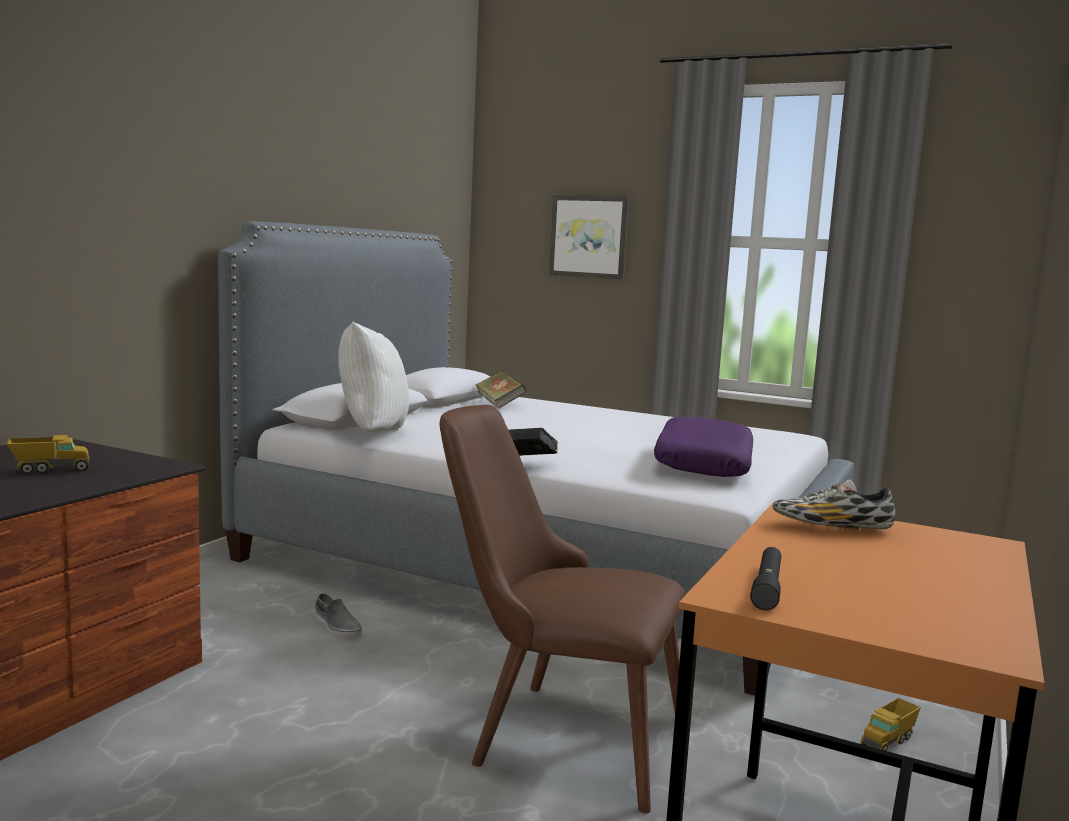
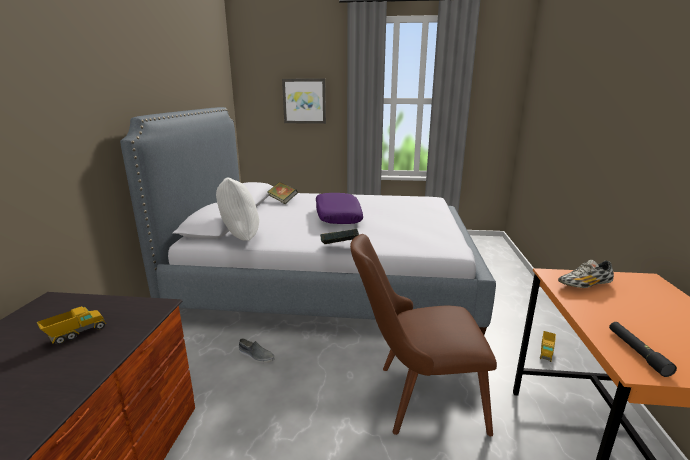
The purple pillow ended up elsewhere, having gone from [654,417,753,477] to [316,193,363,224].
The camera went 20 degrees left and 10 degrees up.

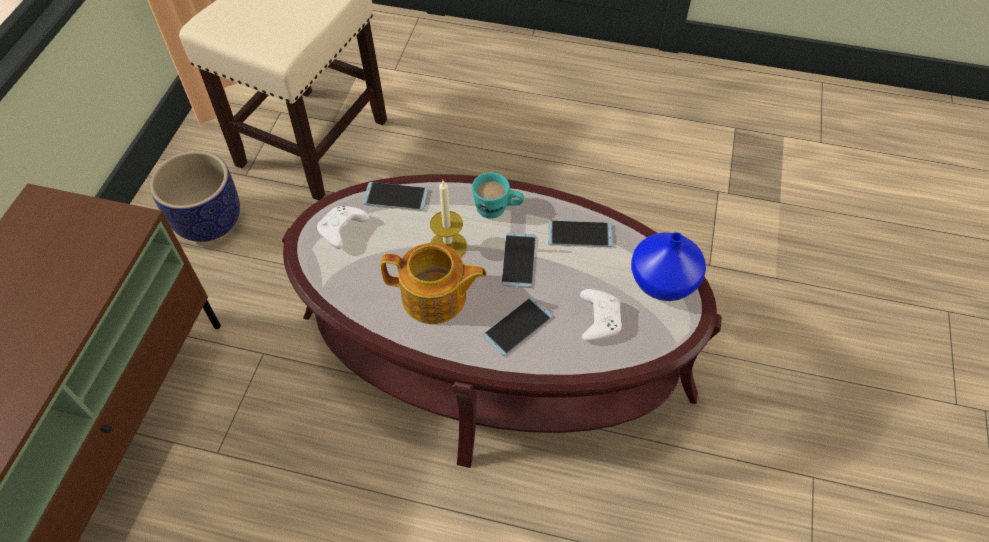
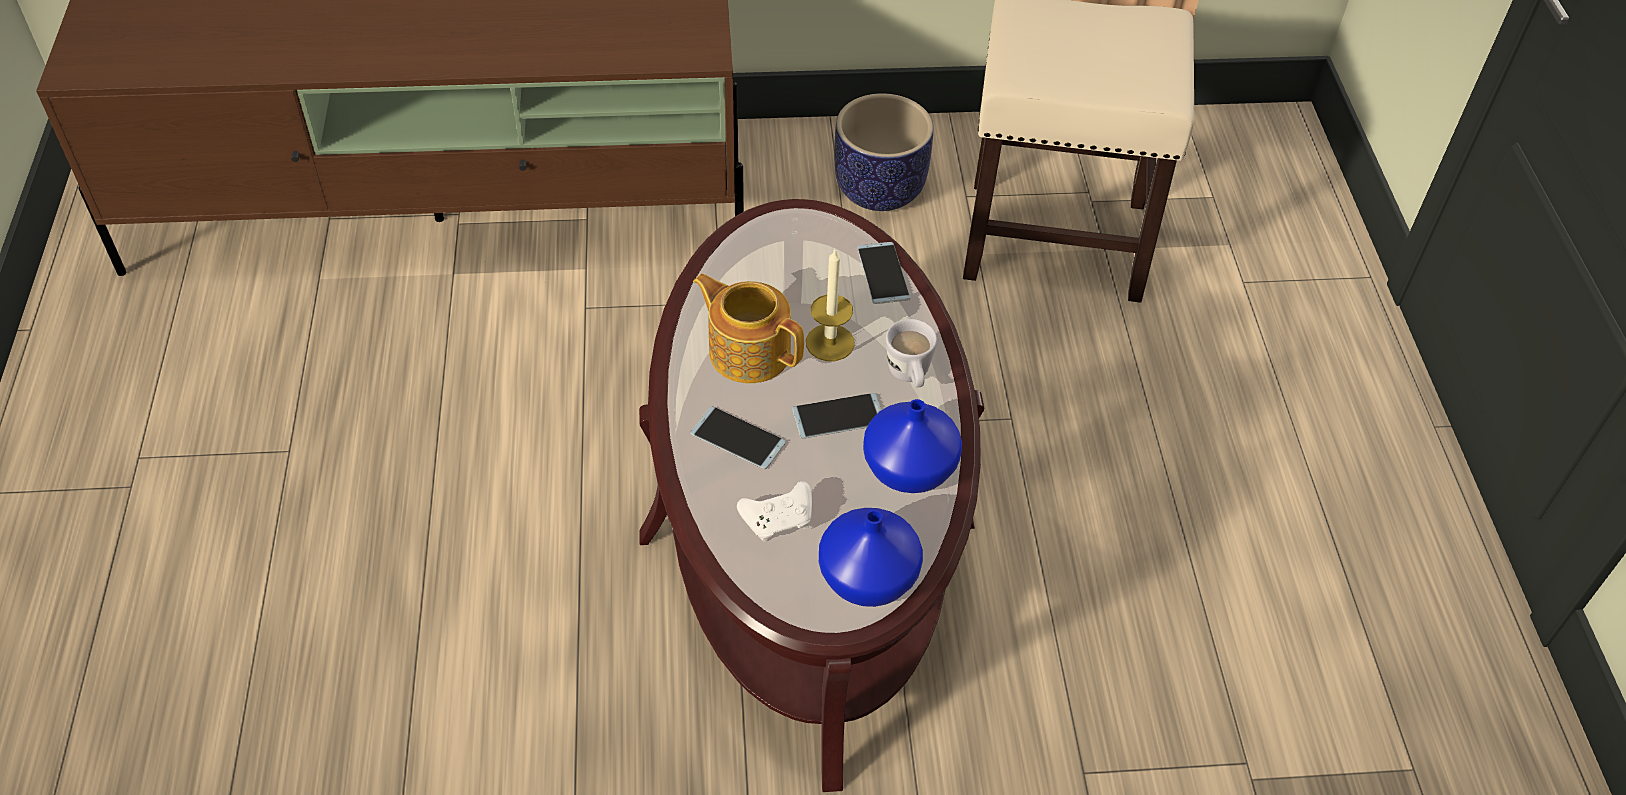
The second view lost the white game controller at [317,206,369,249].
Where the phone stood at [548,221,613,247], the blue vase came to stand at [863,399,962,493].
What was the turquoise mug at [472,172,524,219] turned into the white mug at [886,319,937,388].
The teapot at [381,243,487,324] ended up facing another way, 135 degrees clockwise from before.
The camera went 70 degrees right and 5 degrees down.

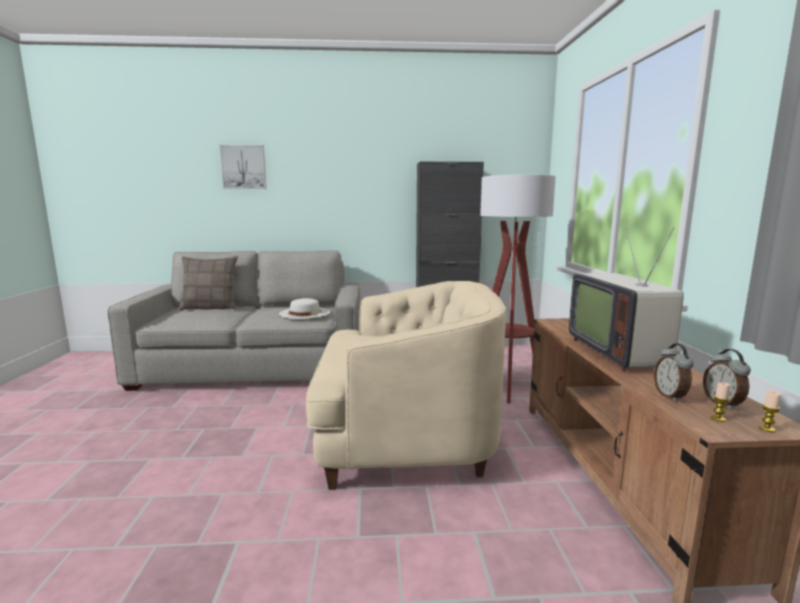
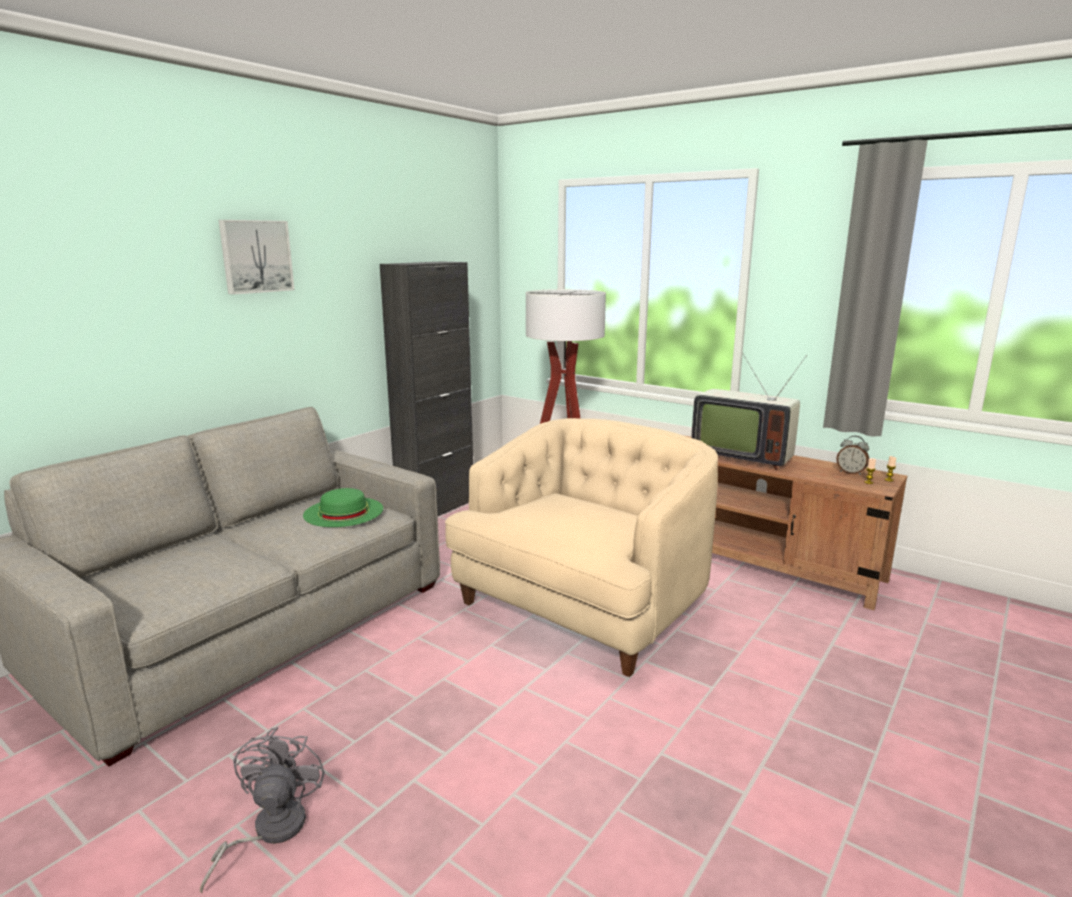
The second view lost the pillow at [179,256,238,310].
The second view lost the alarm clock at [654,343,694,402].
The second view gained the grey fan at [200,727,325,893].
The picture ended up elsewhere, having gone from [219,145,266,189] to [219,220,294,294].
What was the white hat at [279,298,331,319] turned into the green hat at [303,488,383,527].
The camera went 50 degrees left and 5 degrees up.

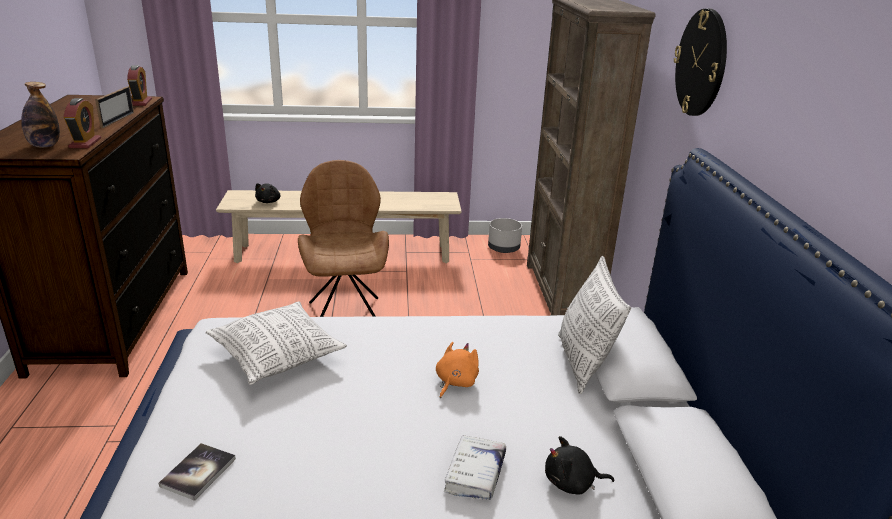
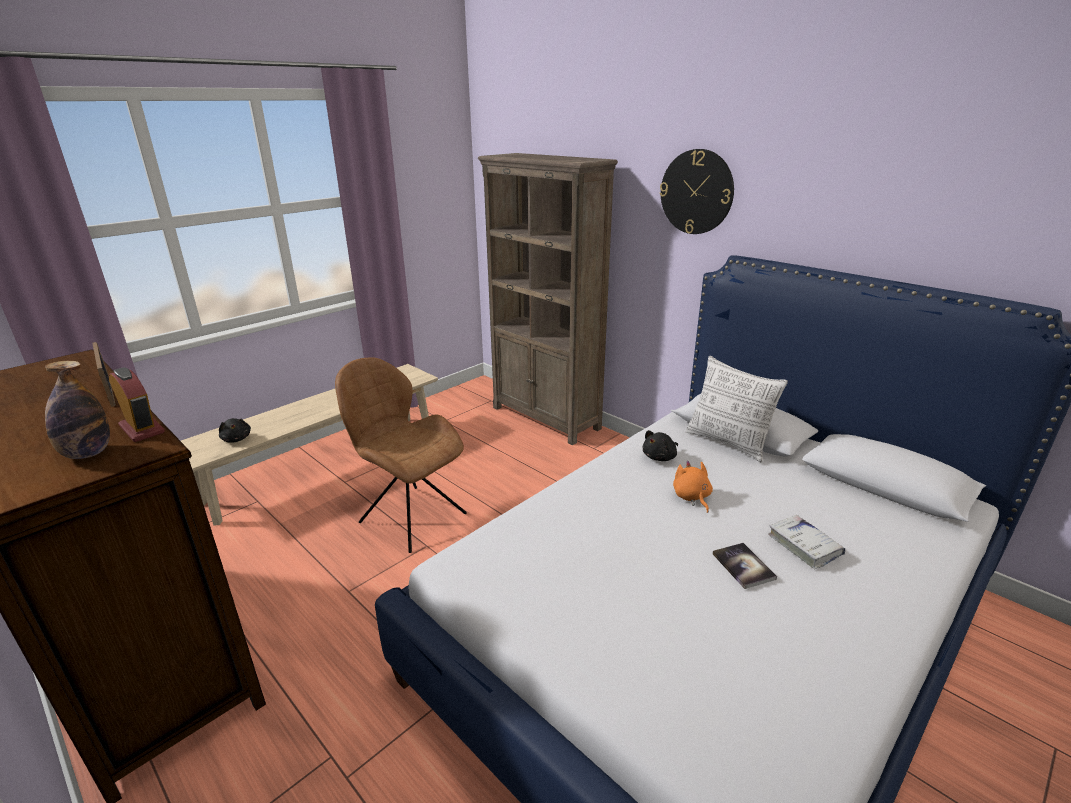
The second view lost the alarm clock at [127,65,152,106].
The second view lost the pillow at [205,301,347,385].
The second view lost the grey planter at [488,218,522,253].
The book ended up elsewhere, having gone from [159,443,236,501] to [713,543,777,589].
The black plush toy ended up elsewhere, having gone from [545,436,614,494] to [643,430,678,461].
The camera went 40 degrees left and 0 degrees up.

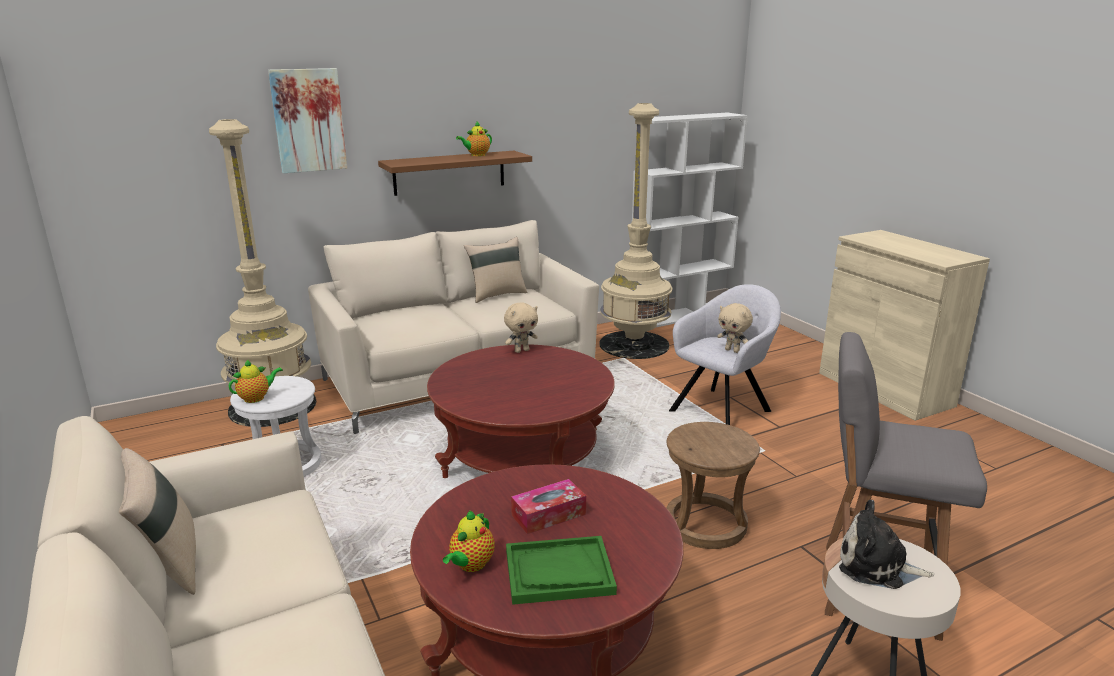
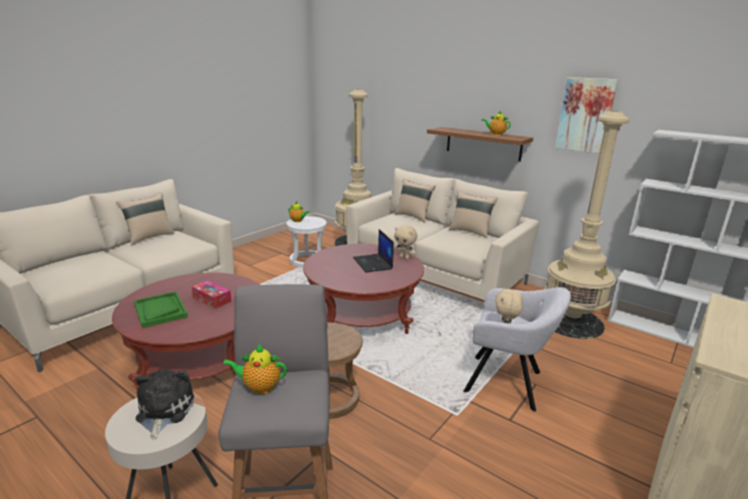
The second view gained the laptop at [353,229,394,272].
The second view gained the beige pillow at [395,178,435,222].
The picture ended up elsewhere, having gone from [268,68,347,174] to [555,77,618,154].
The teapot ended up elsewhere, having gone from [443,511,495,572] to [222,344,287,394].
The camera went 65 degrees right and 0 degrees up.

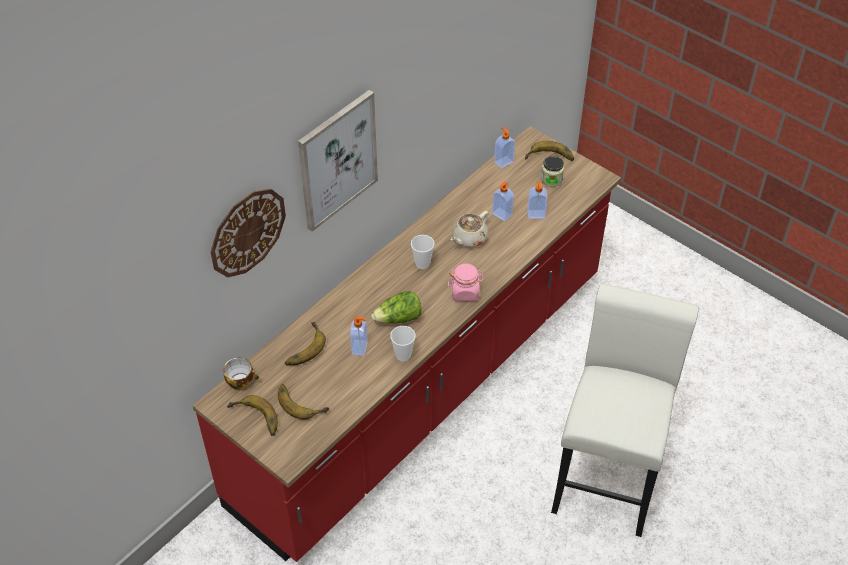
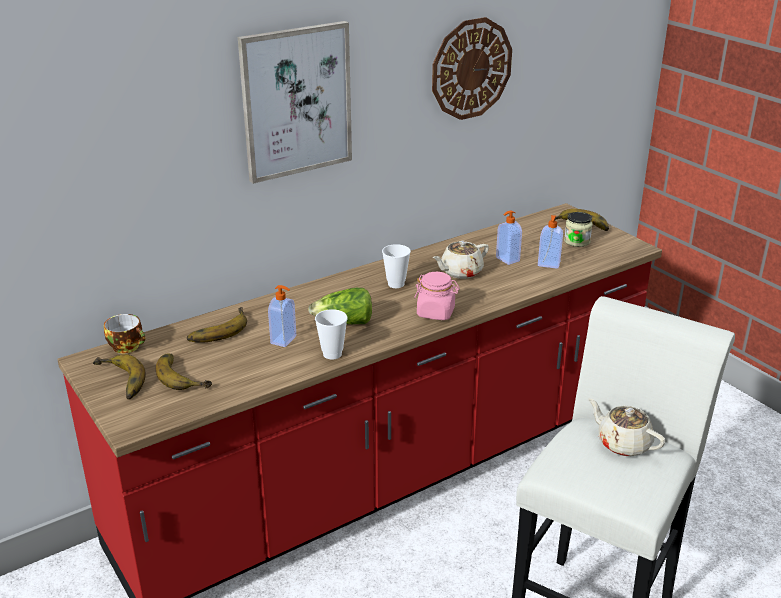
The second view lost the soap dispenser at [494,127,515,168].
The second view gained the beige teapot at [588,398,666,457].
The wall clock ended up elsewhere, having gone from [211,189,286,277] to [432,17,512,120].
The camera went 15 degrees right and 20 degrees down.

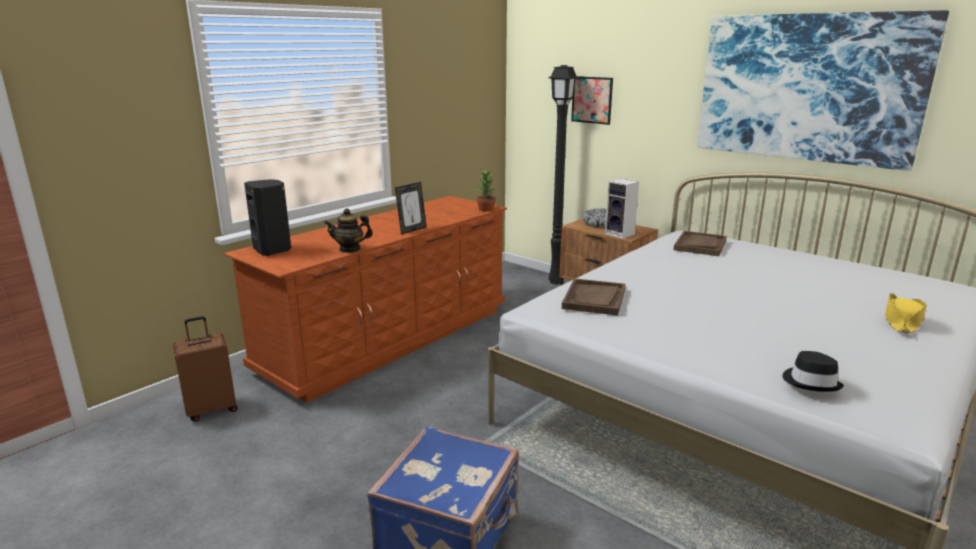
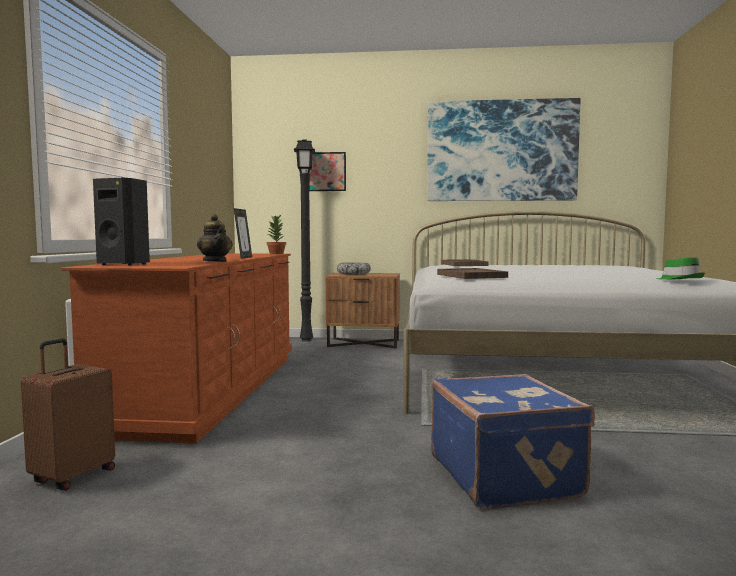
The second view lost the speaker at [605,179,639,239].
The second view lost the yellow hat at [885,293,927,333].
What was the black hat at [783,351,844,392] turned into the green hat at [656,257,705,280].
The teapot at [324,208,373,253] ended up facing another way, 75 degrees counterclockwise from before.
The camera went 35 degrees left and 15 degrees down.

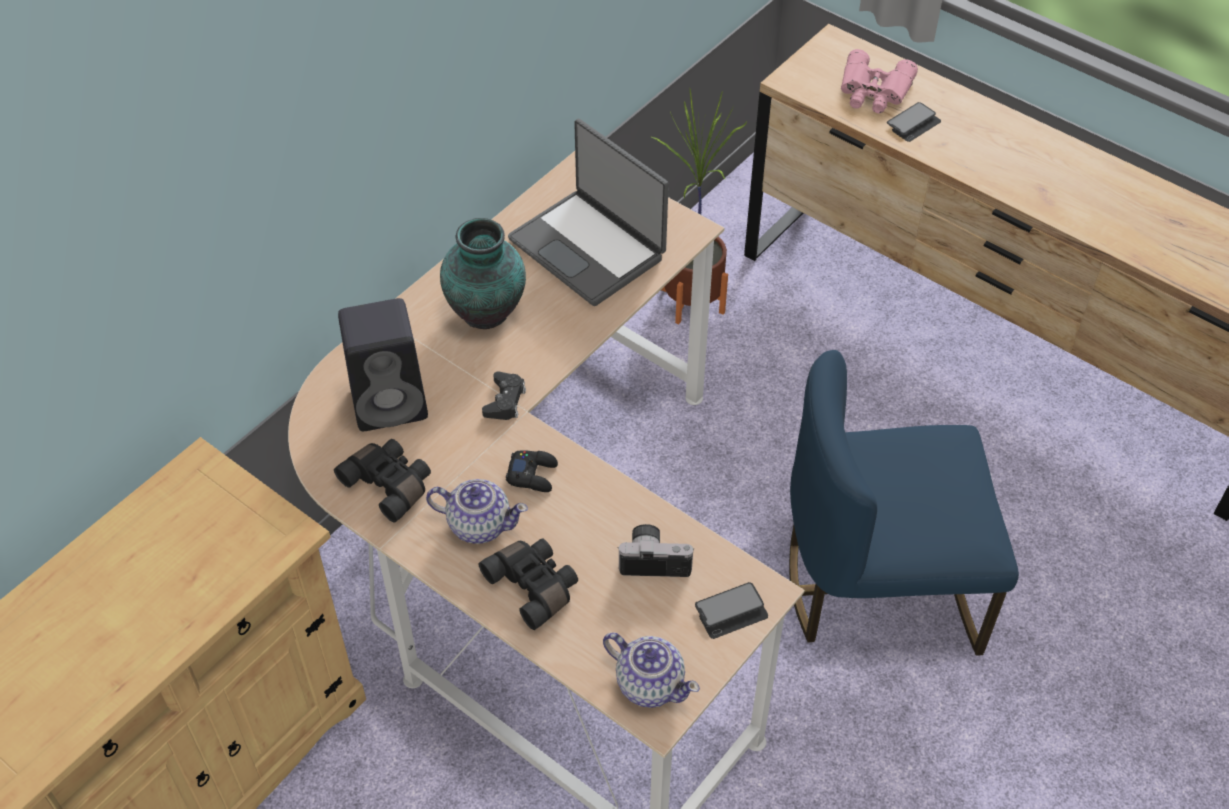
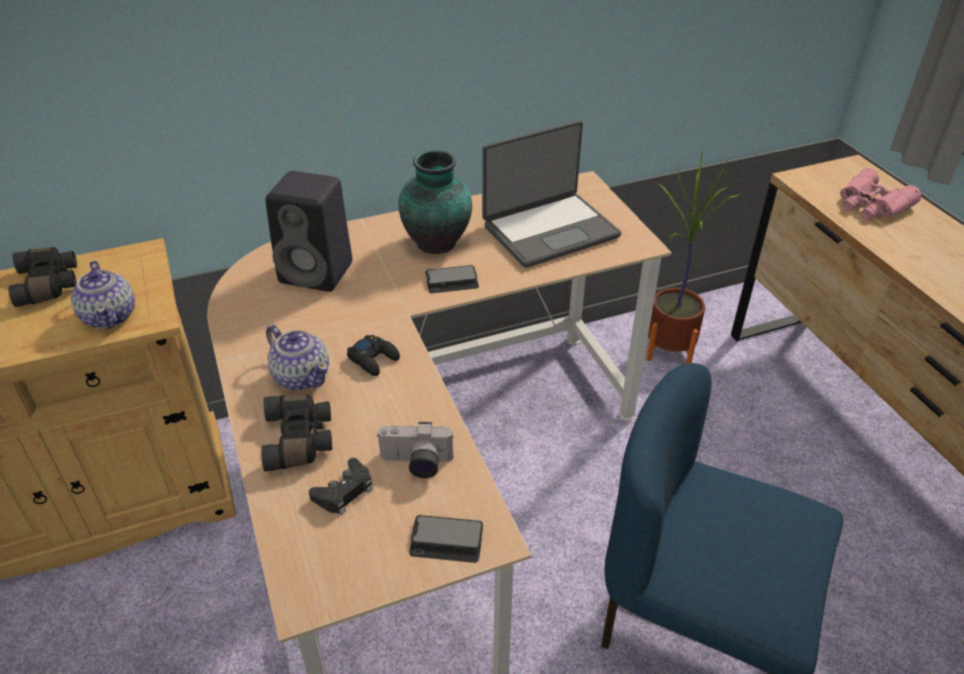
The black binoculars ended up elsewhere, having gone from [334,439,431,522] to [8,247,77,307].
The black game controller ended up elsewhere, having gone from [482,371,526,420] to [309,458,373,515].
The teapot ended up elsewhere, having gone from [603,633,700,708] to [71,261,135,329].
The phone ended up elsewhere, having gone from [887,102,941,142] to [425,265,479,293].
The laptop at [508,119,669,306] ended up facing another way, 105 degrees counterclockwise from before.
The photo camera at [617,524,694,577] ended up facing another way, 150 degrees clockwise from before.
The camera went 30 degrees right and 10 degrees down.

